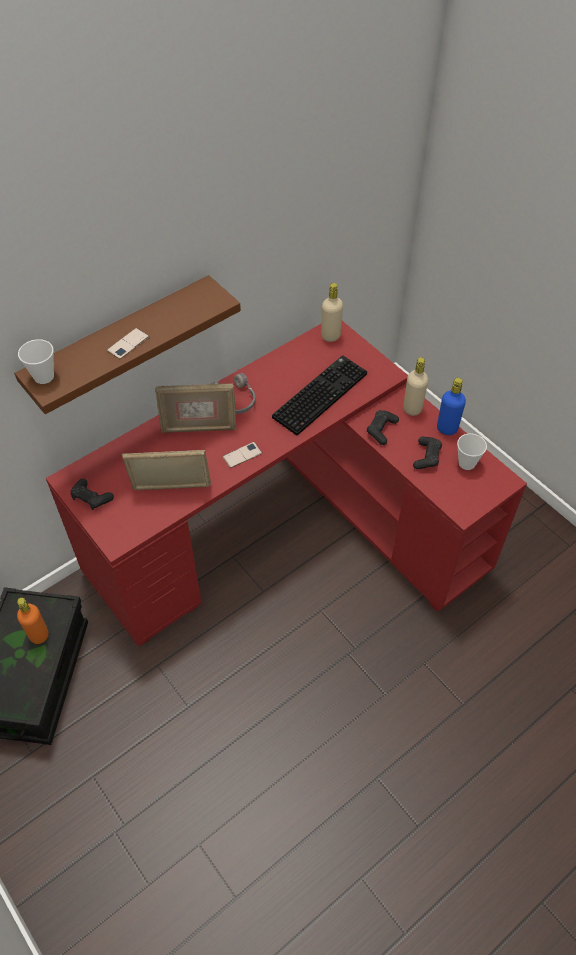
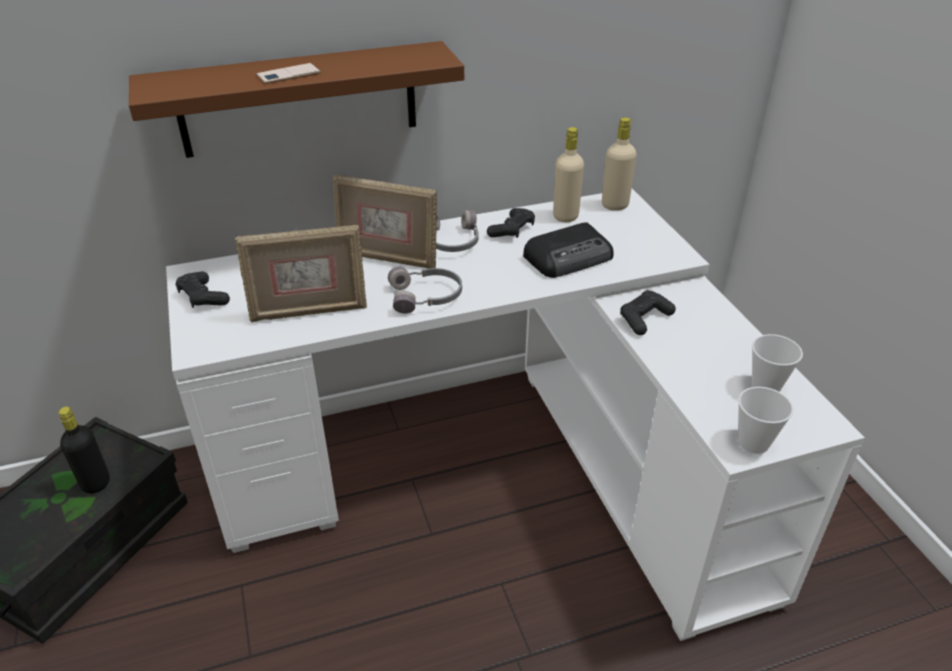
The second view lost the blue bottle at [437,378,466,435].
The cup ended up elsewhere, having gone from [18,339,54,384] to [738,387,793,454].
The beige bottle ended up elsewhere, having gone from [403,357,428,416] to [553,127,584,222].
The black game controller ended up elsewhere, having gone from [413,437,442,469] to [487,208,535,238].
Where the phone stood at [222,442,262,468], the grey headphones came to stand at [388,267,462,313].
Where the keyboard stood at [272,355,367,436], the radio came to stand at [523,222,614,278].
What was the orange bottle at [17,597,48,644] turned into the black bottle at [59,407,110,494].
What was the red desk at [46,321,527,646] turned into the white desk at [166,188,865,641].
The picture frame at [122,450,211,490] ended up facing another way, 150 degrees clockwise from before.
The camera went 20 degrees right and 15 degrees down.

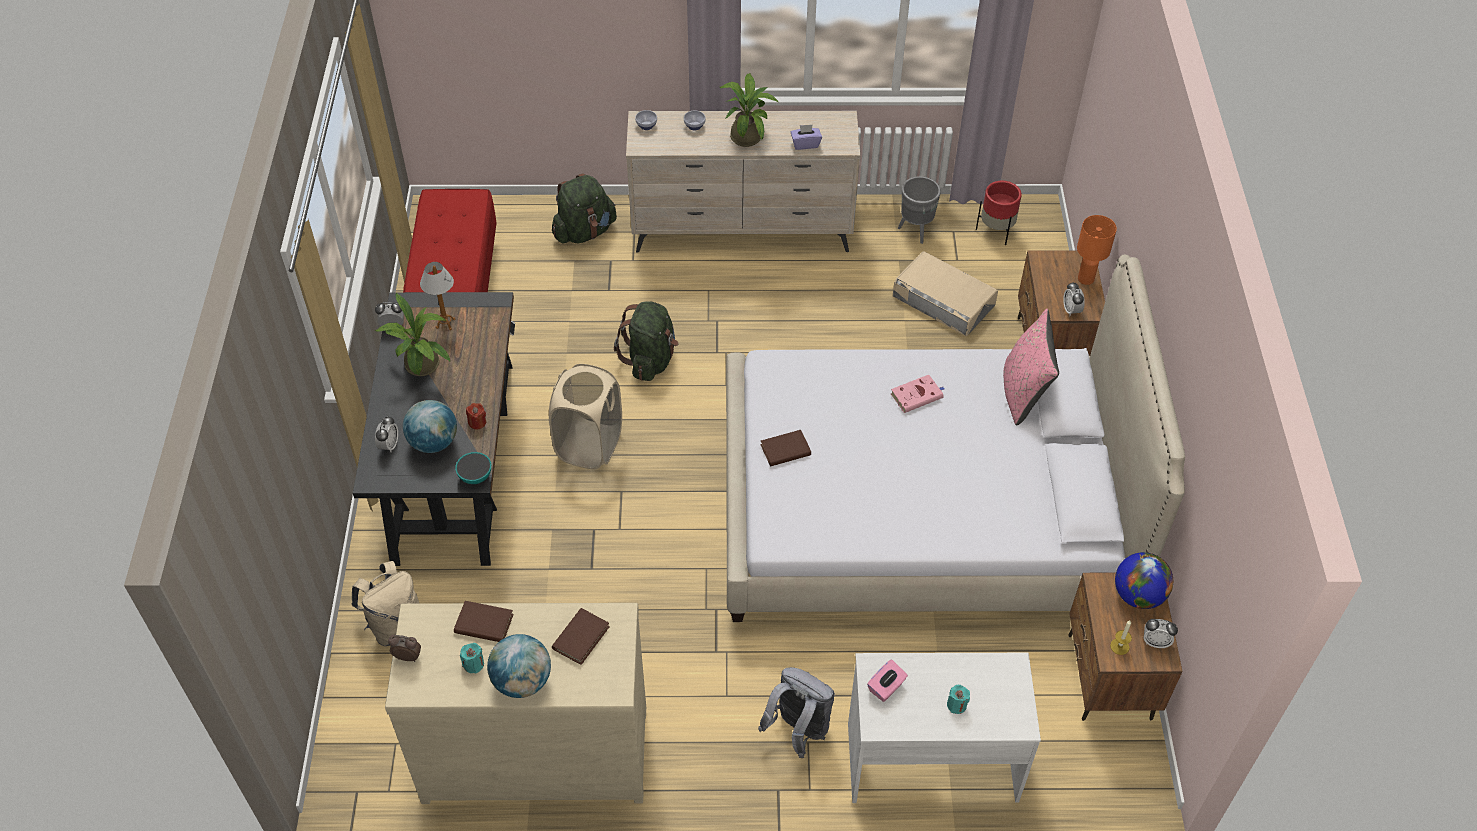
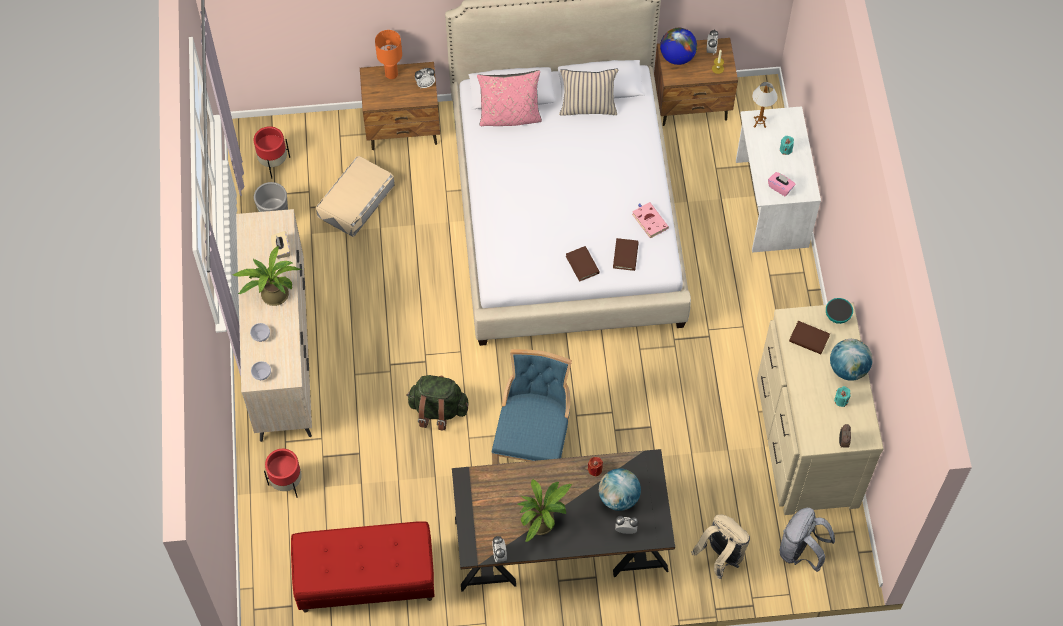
The second view gained the beige pillow at [559,68,618,116].
The table lamp ended up elsewhere, having gone from [420,262,456,330] to [752,82,778,128].
The brown book ended up elsewhere, having gone from [454,601,514,642] to [613,238,639,271].
The bowl ended up elsewhere, having gone from [455,452,491,484] to [826,298,853,324].
The grey backpack ended up elsewhere, having gone from [758,667,835,758] to [780,508,835,572].
The pink book ended up elsewhere, having gone from [891,375,945,413] to [632,202,669,239].
Where the beige laundry basket stood at [549,364,622,470], the blue chair came to stand at [492,349,572,465].
Where the green backpack stood at [552,173,617,243], the red planter came to stand at [264,449,302,498].
What was the purple tissue box at [791,125,822,150] turned into the beige tissue box at [271,231,290,259].
The camera went 95 degrees left and 10 degrees up.

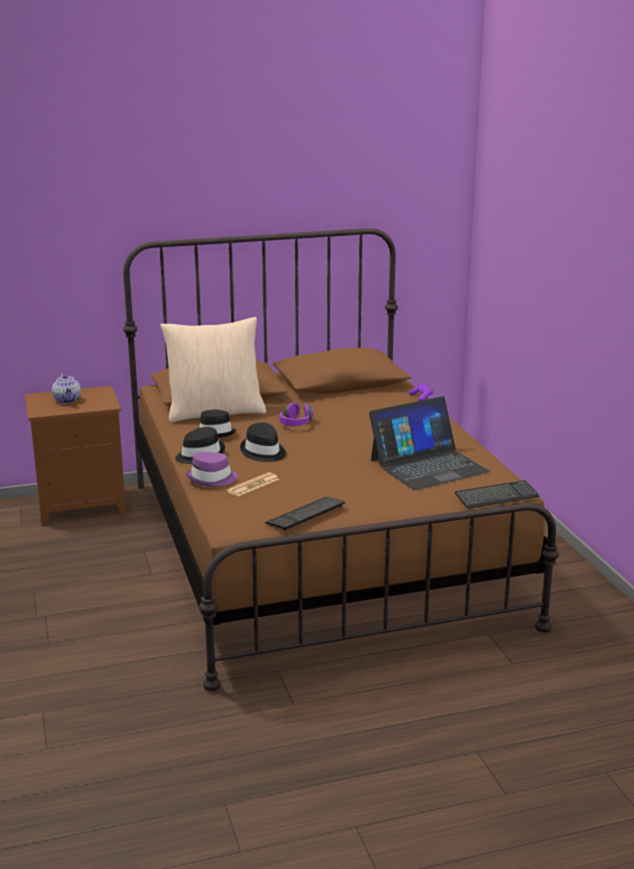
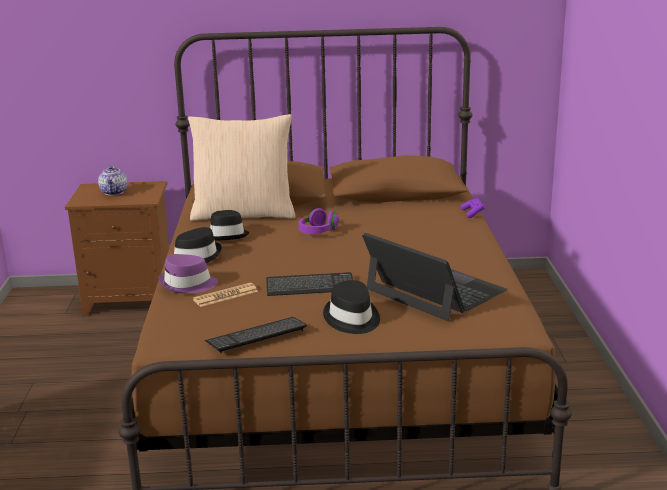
The black hat ended up elsewhere, having gone from [240,423,286,462] to [323,280,380,334].
The keyboard ended up elsewhere, having gone from [455,480,539,509] to [266,272,353,296].
The laptop at [369,396,490,490] ended up facing another way, 120 degrees counterclockwise from before.
The camera went 15 degrees right and 0 degrees up.

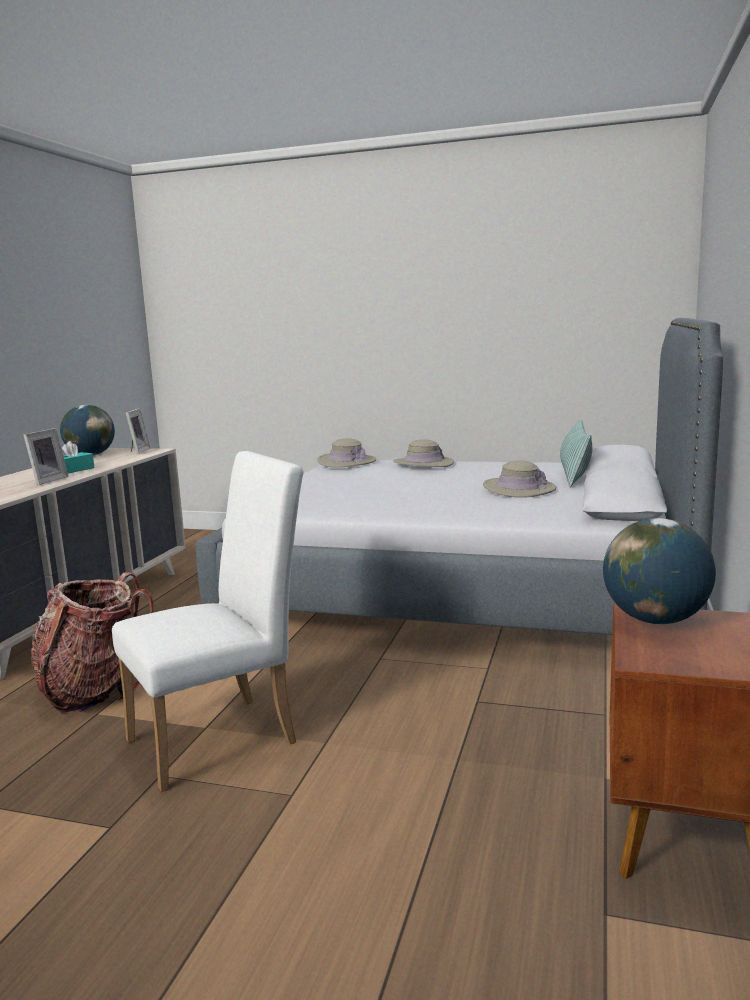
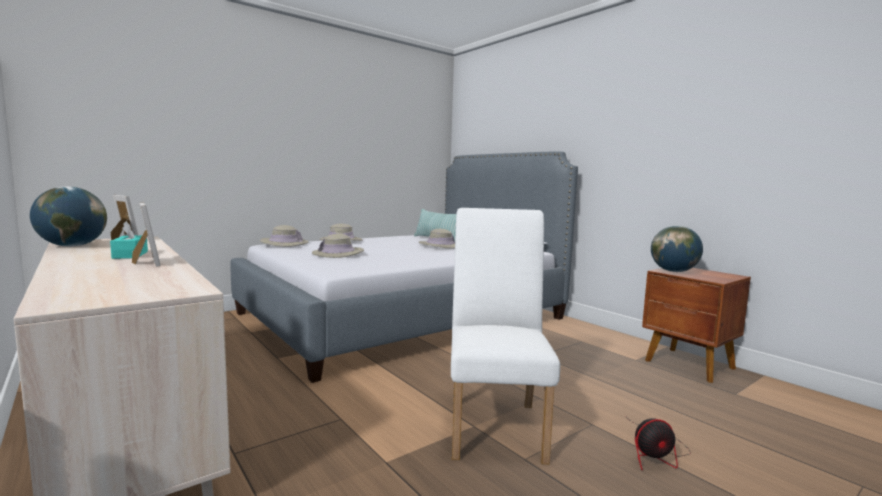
The second view lost the backpack at [31,572,154,713].
The second view gained the beige hat at [312,234,364,258].
The second view gained the fan at [625,416,691,470].
The camera went 55 degrees left and 5 degrees down.

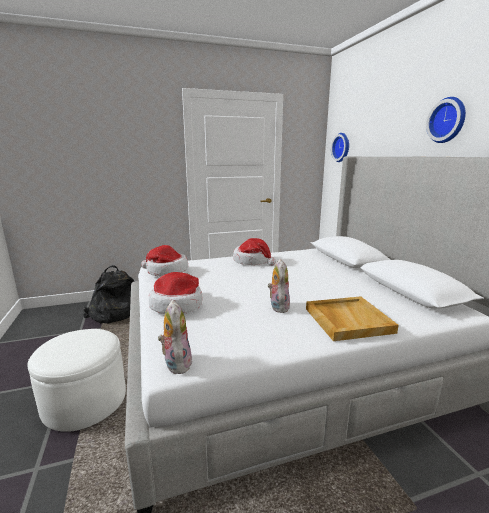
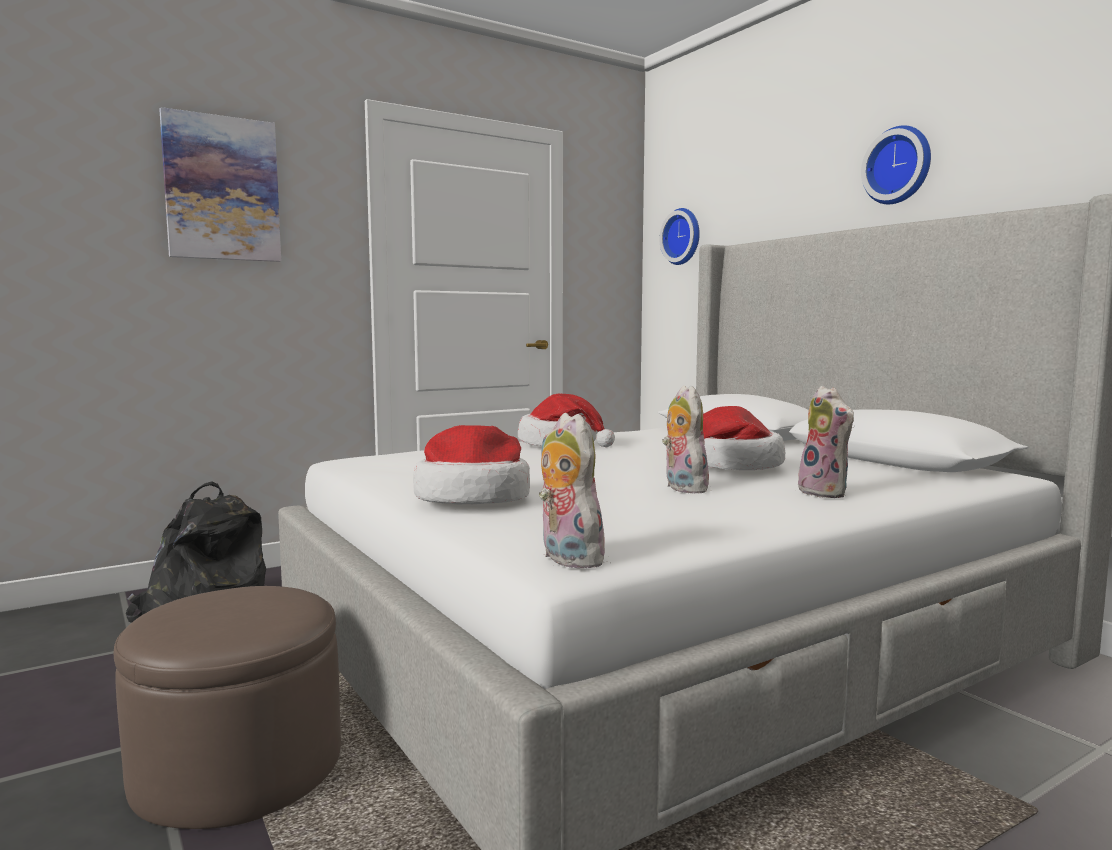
The second view gained the picture at [159,107,281,262].
The hat ended up elsewhere, having gone from [141,245,188,277] to [666,406,785,470].
Where the beige tray stood at [306,296,399,341], the plush toy came to stand at [798,386,854,498].
What was the white ottoman at [27,329,126,432] turned into the brown ottoman at [114,586,341,829].
The camera went 15 degrees left and 10 degrees down.

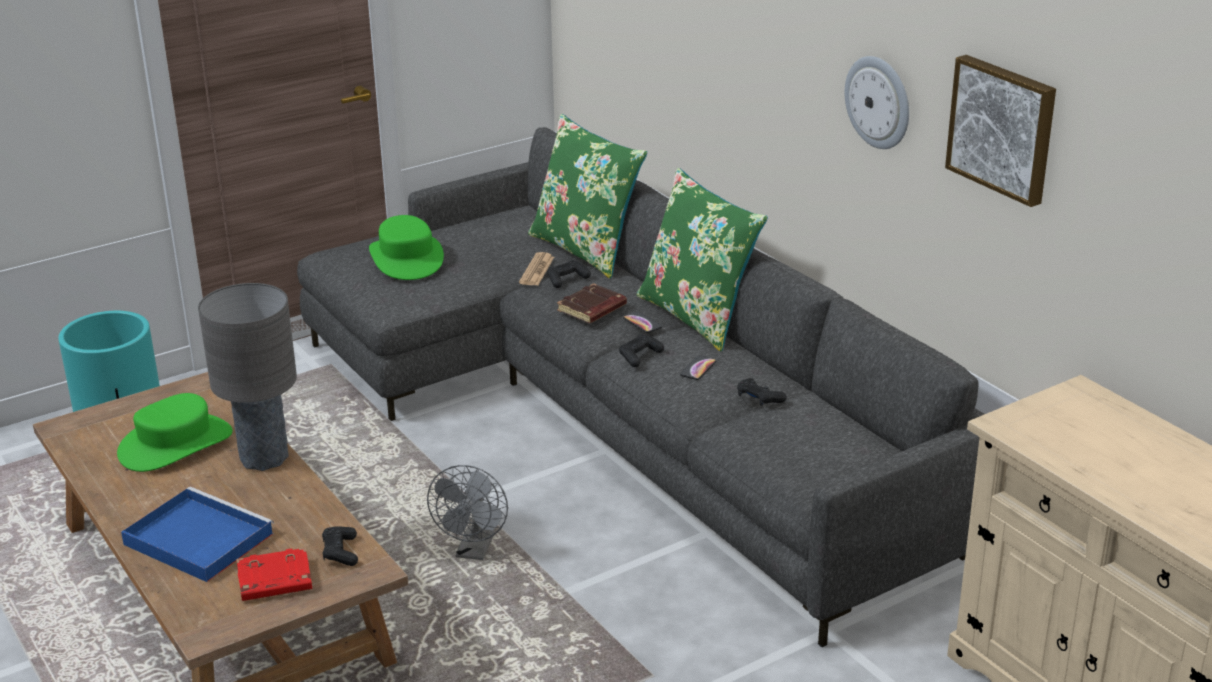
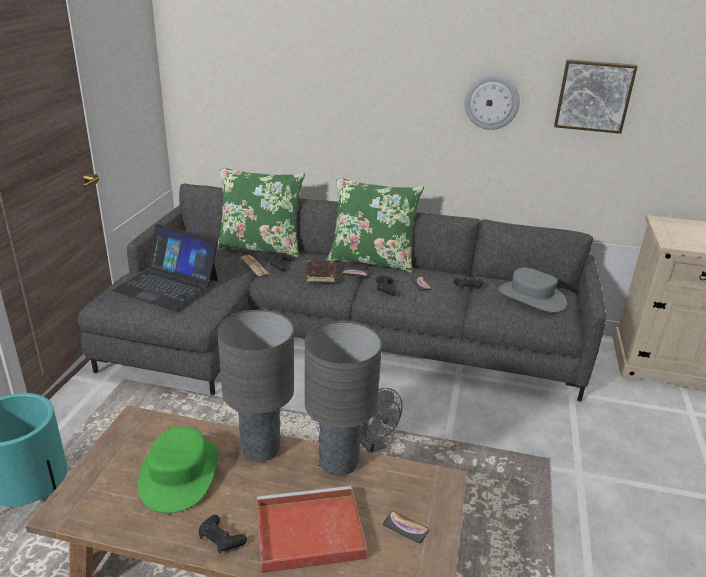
The second view gained the grey table lamp at [305,321,382,477].
The second view gained the grey hat at [498,267,567,313].
The black game controller ended up elsewhere, having gone from [322,526,358,566] to [198,515,247,554].
Where the red book stood at [236,547,312,601], the phone came to stand at [383,511,429,543].
Where the green hat stood at [369,215,444,280], the laptop came to stand at [112,224,218,311].
What was the blue tray at [121,487,274,582] turned into the red tray at [256,486,367,573].
The camera went 45 degrees left and 0 degrees up.

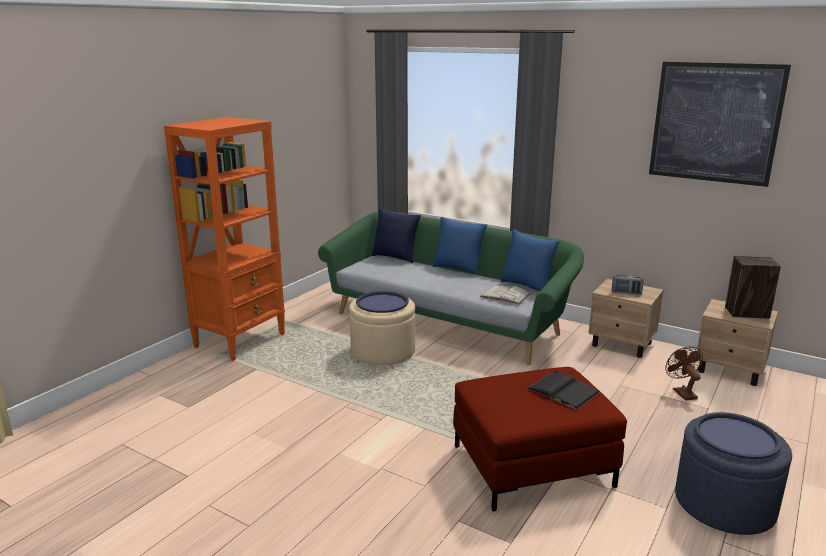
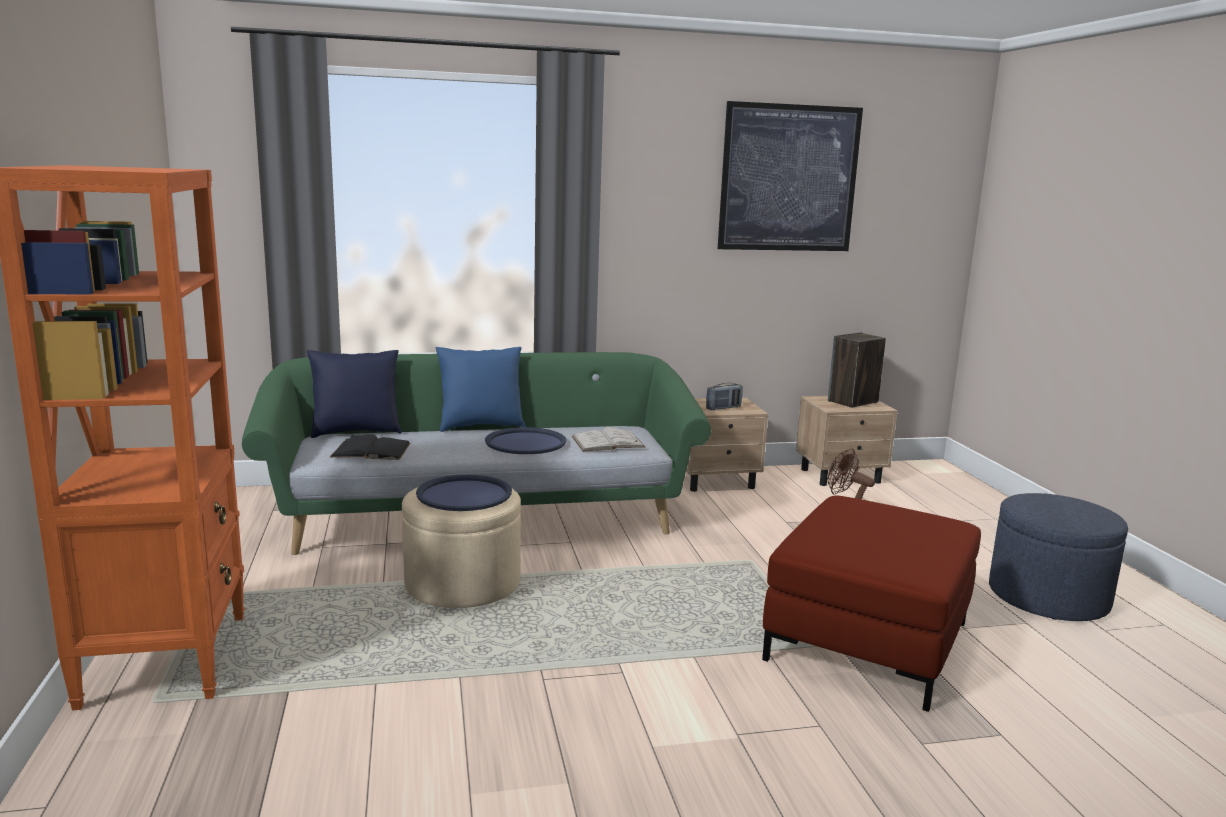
The second view lost the blue pillow at [501,229,560,291].
The black book ended up elsewhere, having gone from [526,371,600,410] to [330,434,410,460].
The blue tray ended up elsewhere, having gone from [695,412,782,459] to [485,427,566,454].
The camera went 45 degrees left and 5 degrees down.

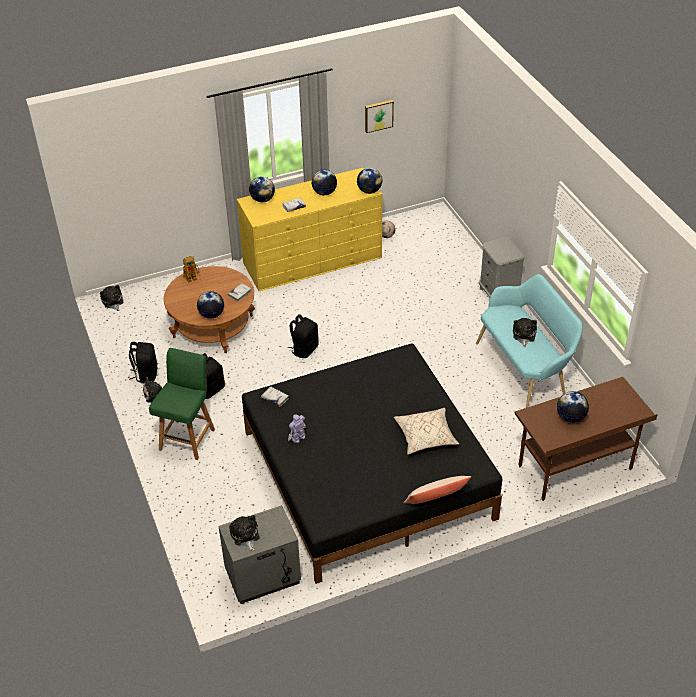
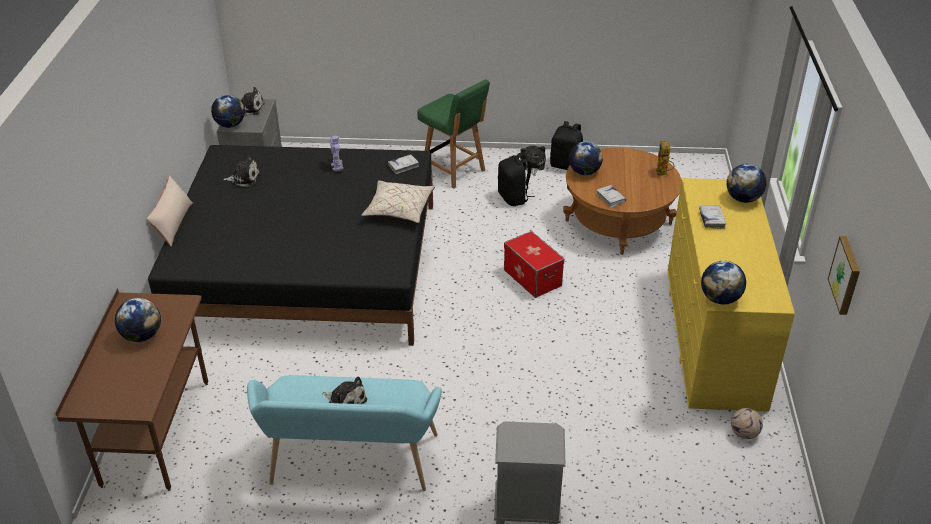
The plush toy ended up elsewhere, having gone from [100,285,124,311] to [223,155,260,187].
The globe ended up elsewhere, having gone from [311,170,337,195] to [211,95,245,128].
The beige pillow ended up elsewhere, having gone from [394,408,459,455] to [361,180,435,223].
Where the black backpack stood at [288,314,319,358], the storage box came to stand at [504,231,564,298].
The camera went 115 degrees right and 5 degrees down.

